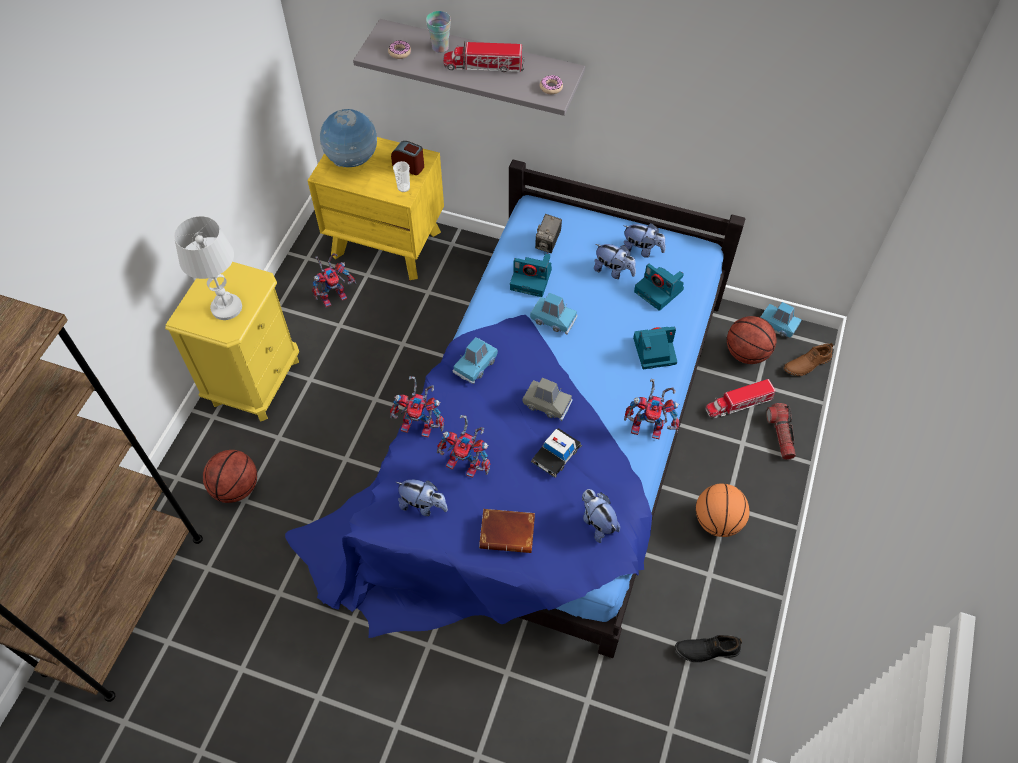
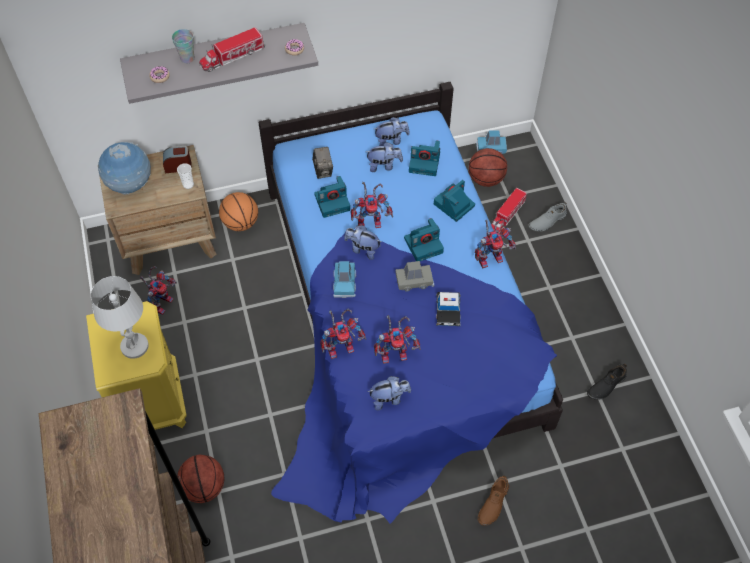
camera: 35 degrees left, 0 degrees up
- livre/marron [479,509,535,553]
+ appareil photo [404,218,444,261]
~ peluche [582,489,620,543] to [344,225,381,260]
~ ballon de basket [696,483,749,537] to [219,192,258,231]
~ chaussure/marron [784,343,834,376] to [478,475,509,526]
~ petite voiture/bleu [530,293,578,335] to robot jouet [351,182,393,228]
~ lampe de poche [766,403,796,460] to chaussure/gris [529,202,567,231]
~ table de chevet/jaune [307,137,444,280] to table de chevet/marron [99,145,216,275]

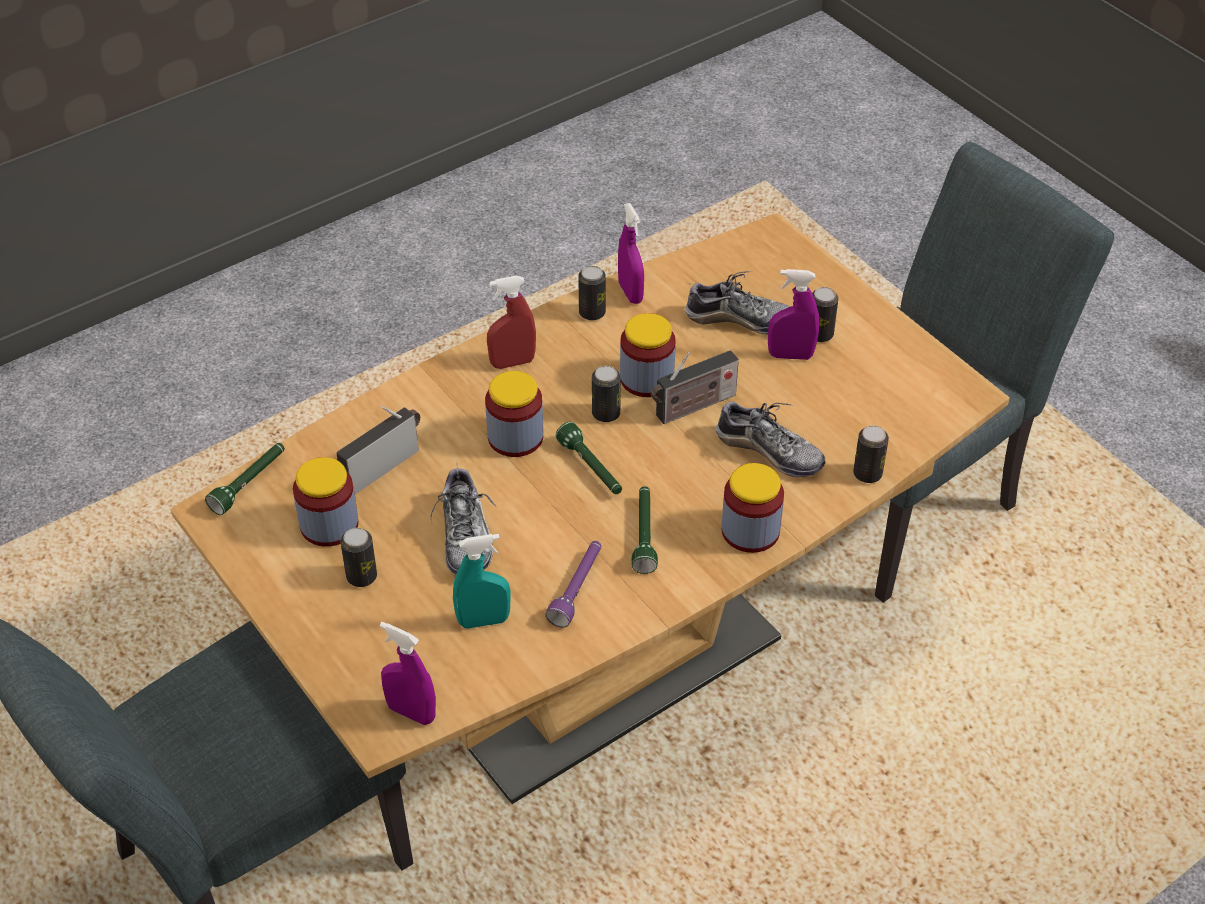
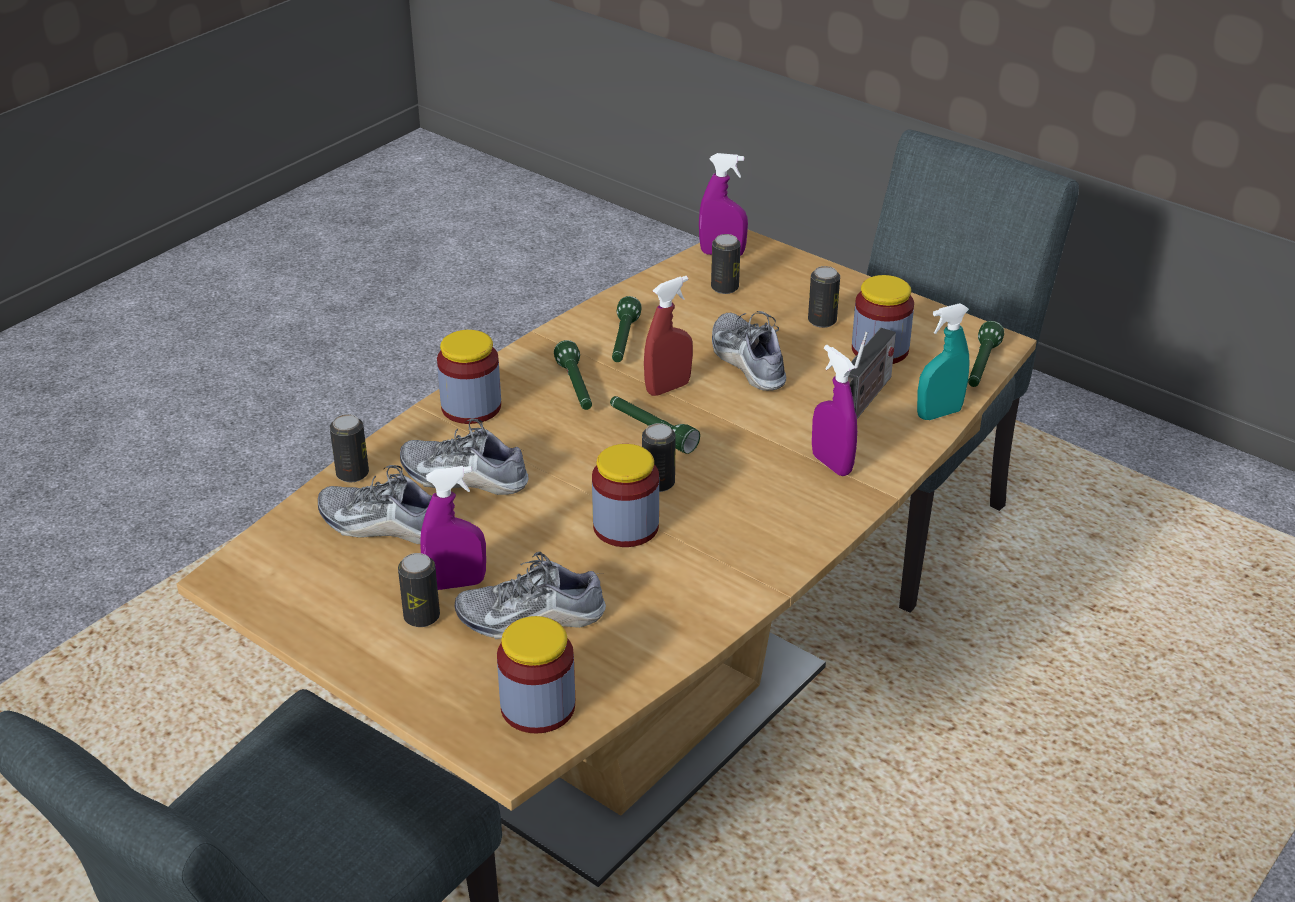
camera: 165 degrees right, 10 degrees down
- radio [651,350,739,424]
+ chaussure [318,465,432,544]
~ vaporisateur/turquoise [453,534,511,629] to [917,303,970,420]
~ bocal [485,371,543,457] to [497,616,575,734]
~ vaporisateur/rouge [487,276,536,369] to [644,276,693,396]
~ boîte métallique [578,266,606,321] to [711,234,741,294]
~ vaporisateur/violet [618,203,644,304] to [812,345,857,476]
~ lampe de poche/violet [546,541,601,627] to lampe de poche/vert [612,296,642,362]

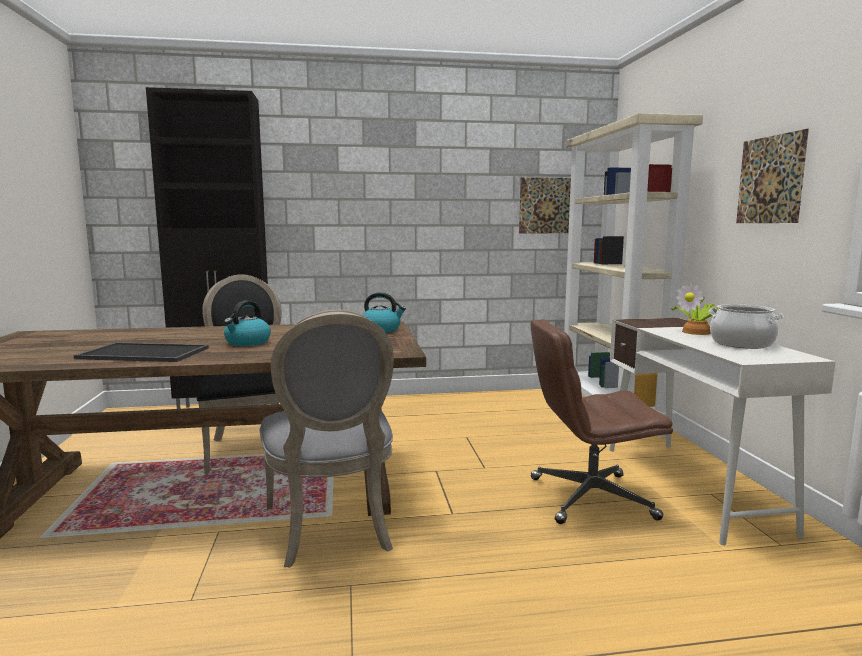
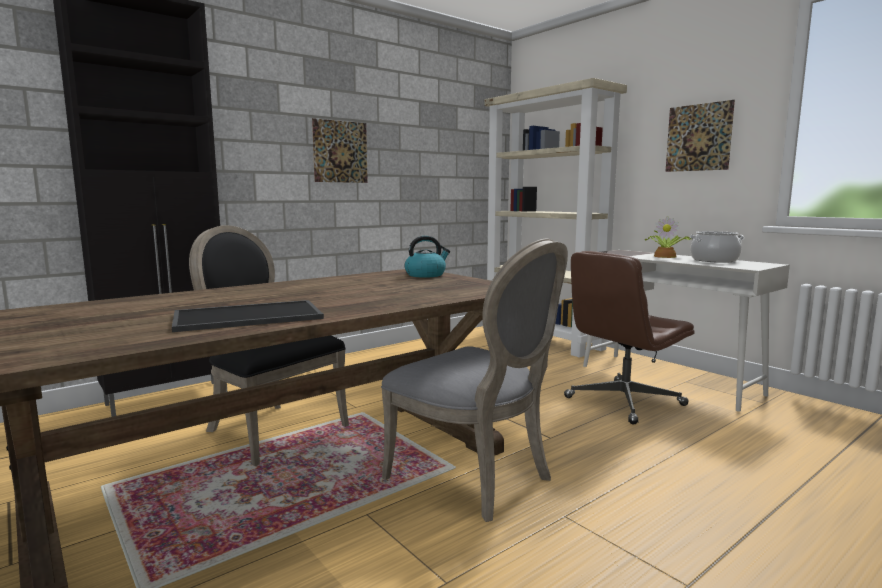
camera: 30 degrees left, 0 degrees up
- bouilloire [224,300,271,346]
~ tableau [519,178,571,233] to [312,118,368,183]

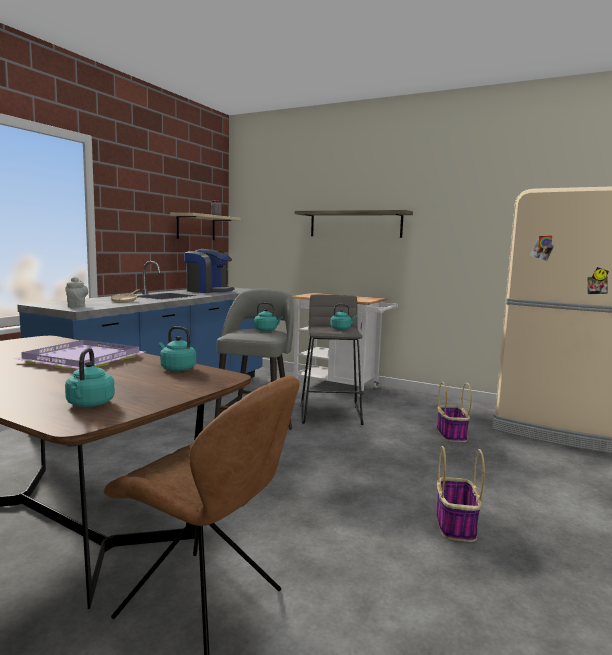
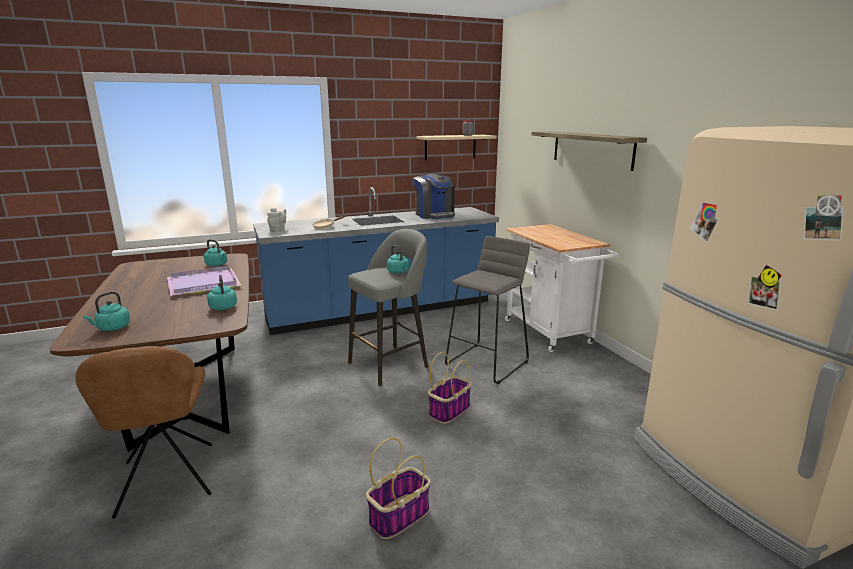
camera: 40 degrees right, 10 degrees up
~ bouilloire/turquoise [330,304,358,330] to [204,239,227,266]
~ panier [437,382,472,442] to [428,352,472,424]

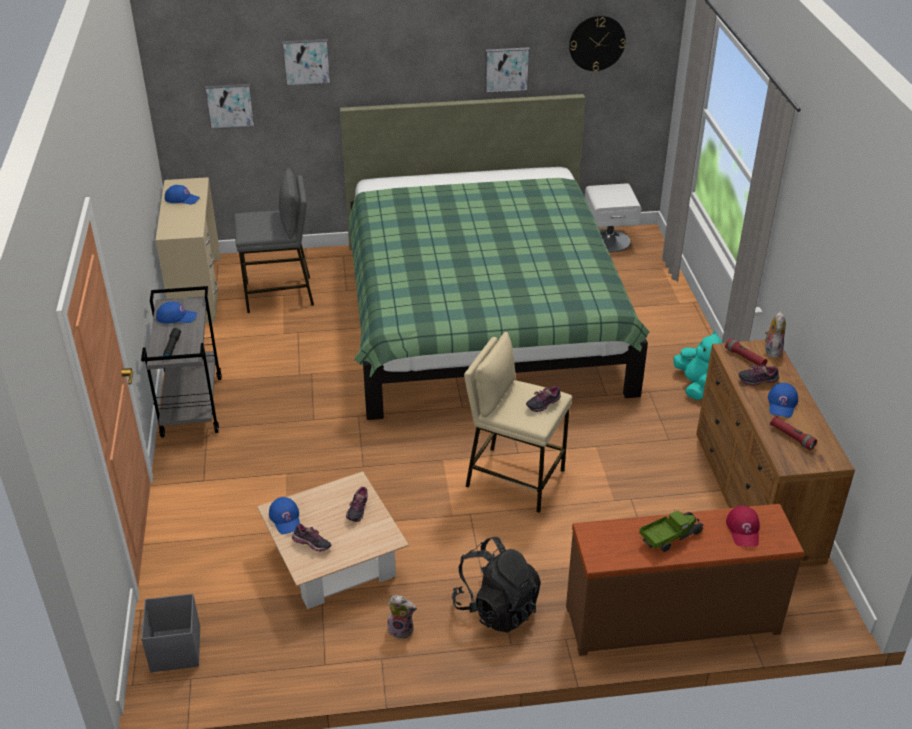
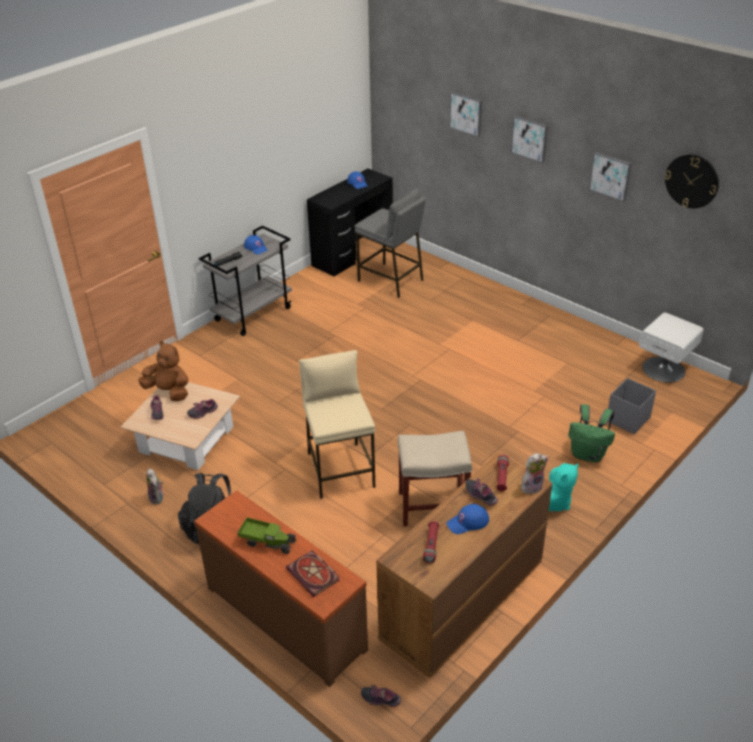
camera: 50 degrees right, 0 degrees up
- lit/vert [340,94,650,420]
+ tabouret/beige [398,431,472,526]
+ sac à dos/vert [568,404,615,462]
~ boîte de rangement/gris [141,594,200,672] to [608,378,656,434]
~ tableau [205,84,255,129] to [511,116,548,163]
~ chaussure [526,386,561,412] to [361,685,401,707]
~ casquette/bleu [269,497,300,534] to peluche/marron [138,341,188,401]
~ casquette/rouge [726,506,760,547] to livre [286,550,340,597]
~ bureau/beige [156,177,221,323] to bureau/noir [307,169,393,277]

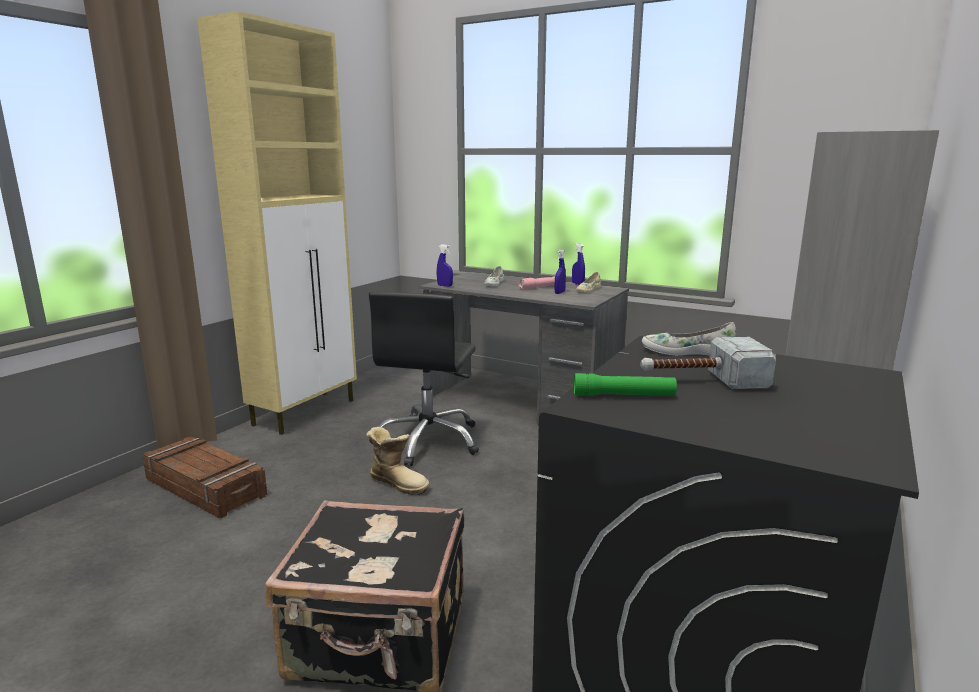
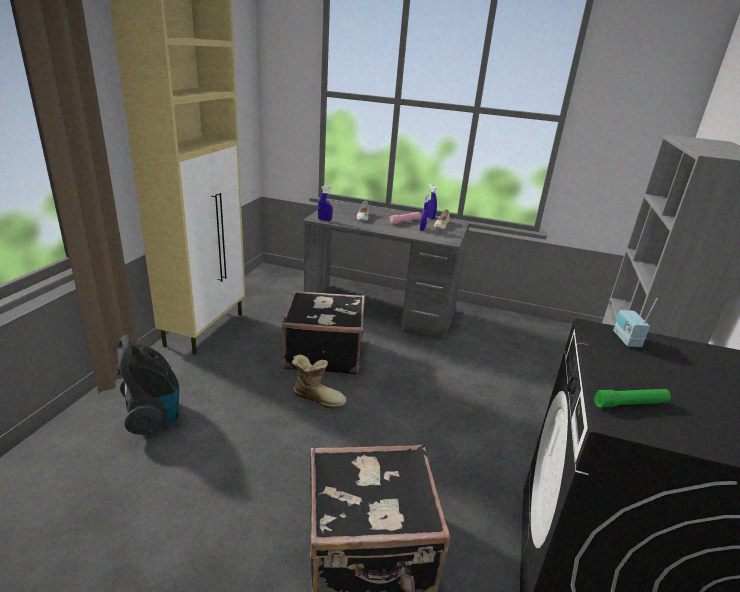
camera: 15 degrees left, 10 degrees up
- marteau [640,337,776,389]
~ caisse [142,437,267,518] to aspirateur [116,335,179,435]
~ chaise de bureau/noir [369,292,479,466] to valise/noir [282,291,365,374]
~ chaussure/blanc [642,322,736,355] to radio [613,298,658,347]

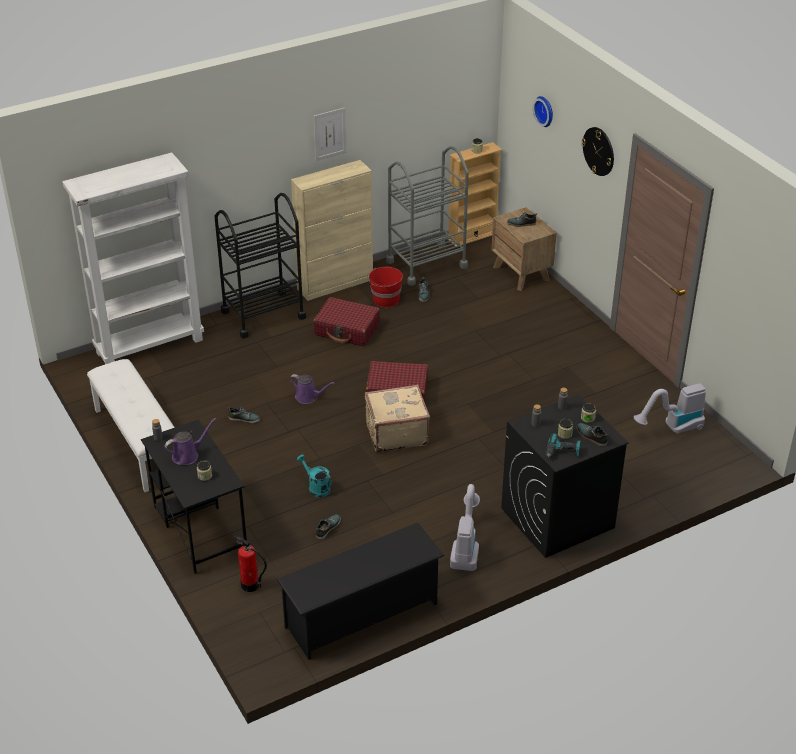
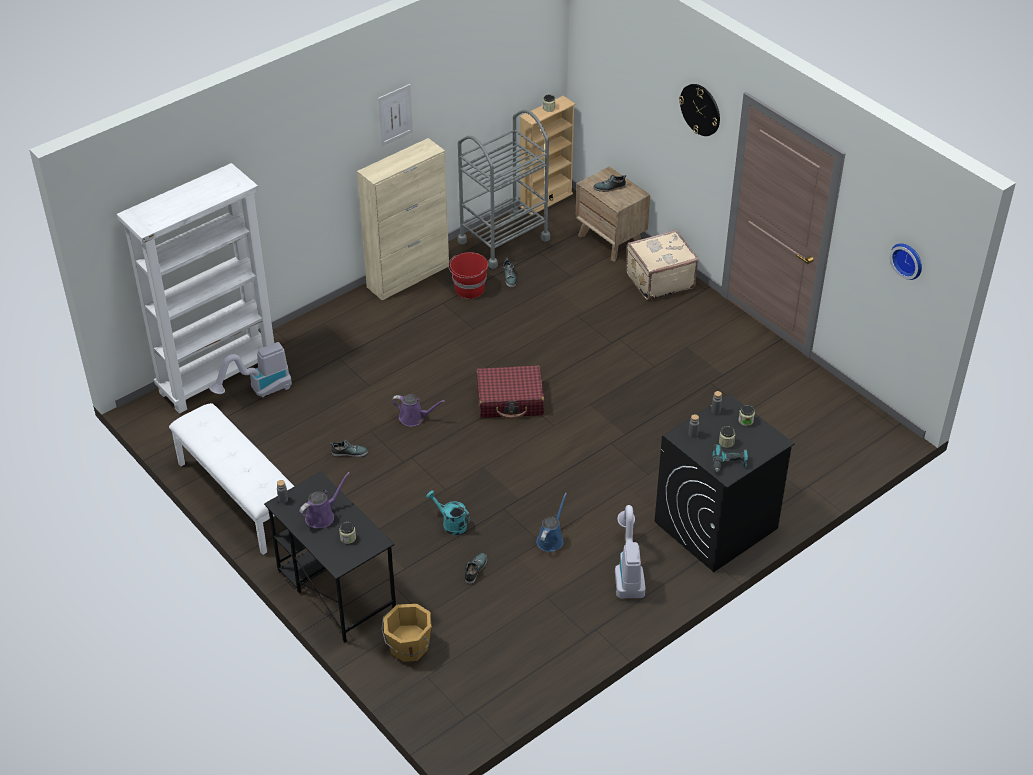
camera: 10 degrees left, 5 degrees up
- chariot/noir [214,193,306,338]
- étagère à chaussures/noir [277,523,445,660]
- valise/rouge [313,297,380,347]
- chaussure [577,423,608,447]
+ arrosoir/bleu [536,493,567,552]
~ valise/beige [365,384,430,453] to [626,230,699,301]
~ horloge murale [533,96,553,127] to [890,243,922,280]
~ aspirateur [634,383,706,434] to [209,342,292,397]
~ extincteur [233,535,267,592] to seau/orange [381,604,432,662]

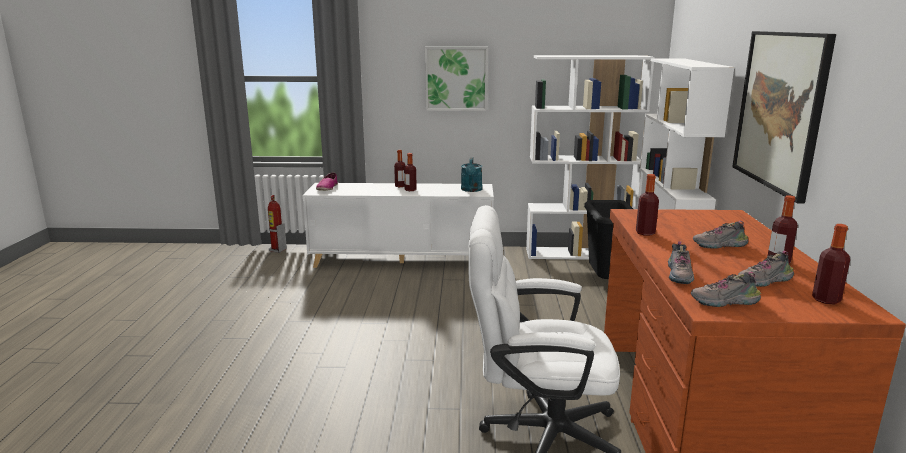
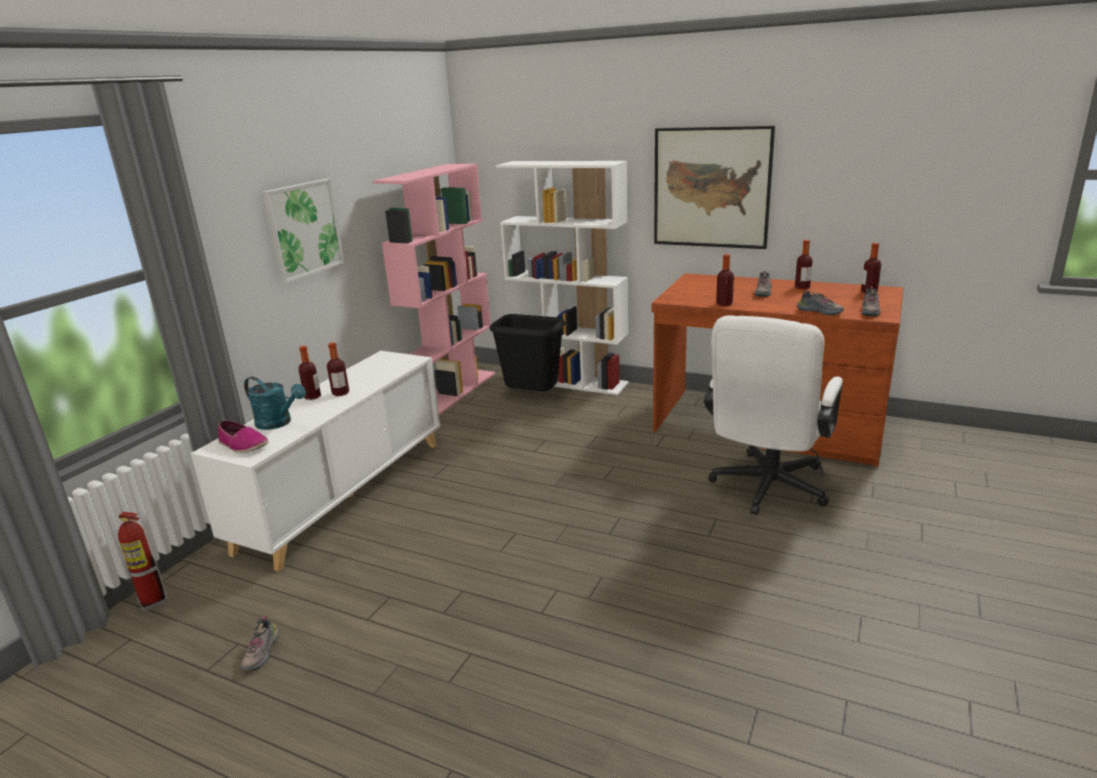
camera: 65 degrees left, 5 degrees up
~ arrosoir/turquoise [461,157,482,192] to [244,377,306,430]
~ chaussure [738,251,794,287] to [241,616,279,670]
~ bibliothèque/blanc [526,55,655,260] to bibliothèque/rose [373,164,495,415]

